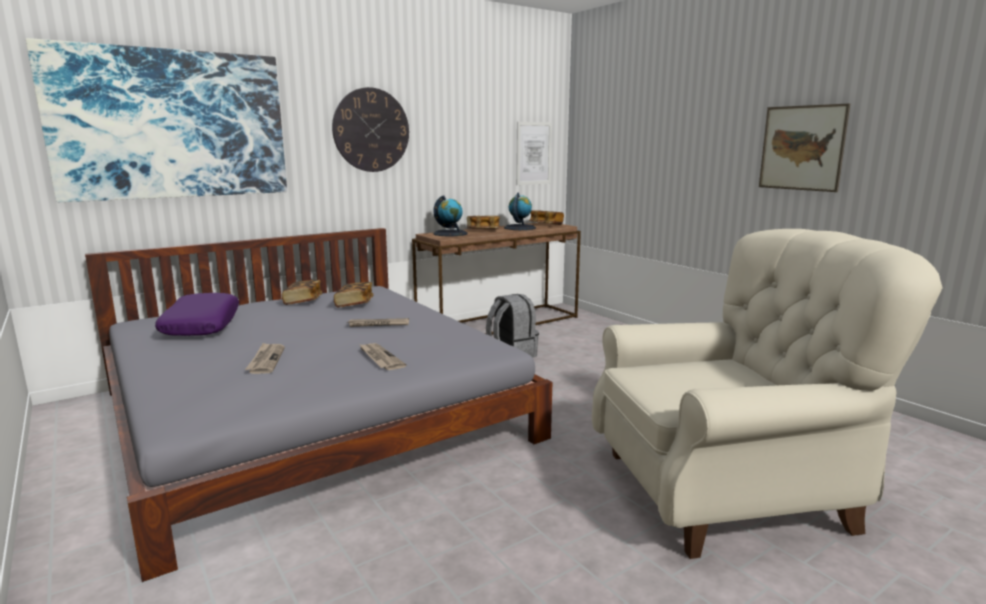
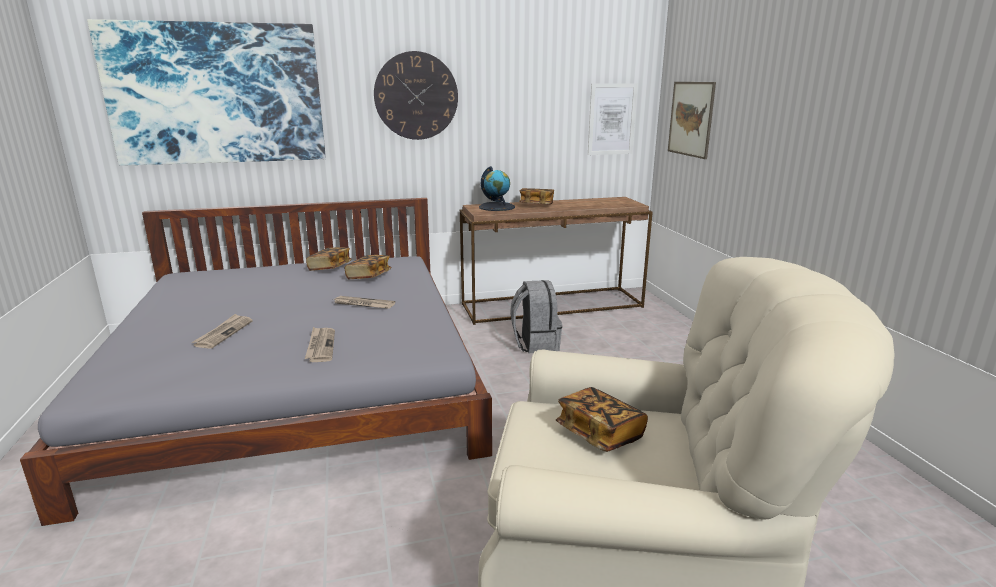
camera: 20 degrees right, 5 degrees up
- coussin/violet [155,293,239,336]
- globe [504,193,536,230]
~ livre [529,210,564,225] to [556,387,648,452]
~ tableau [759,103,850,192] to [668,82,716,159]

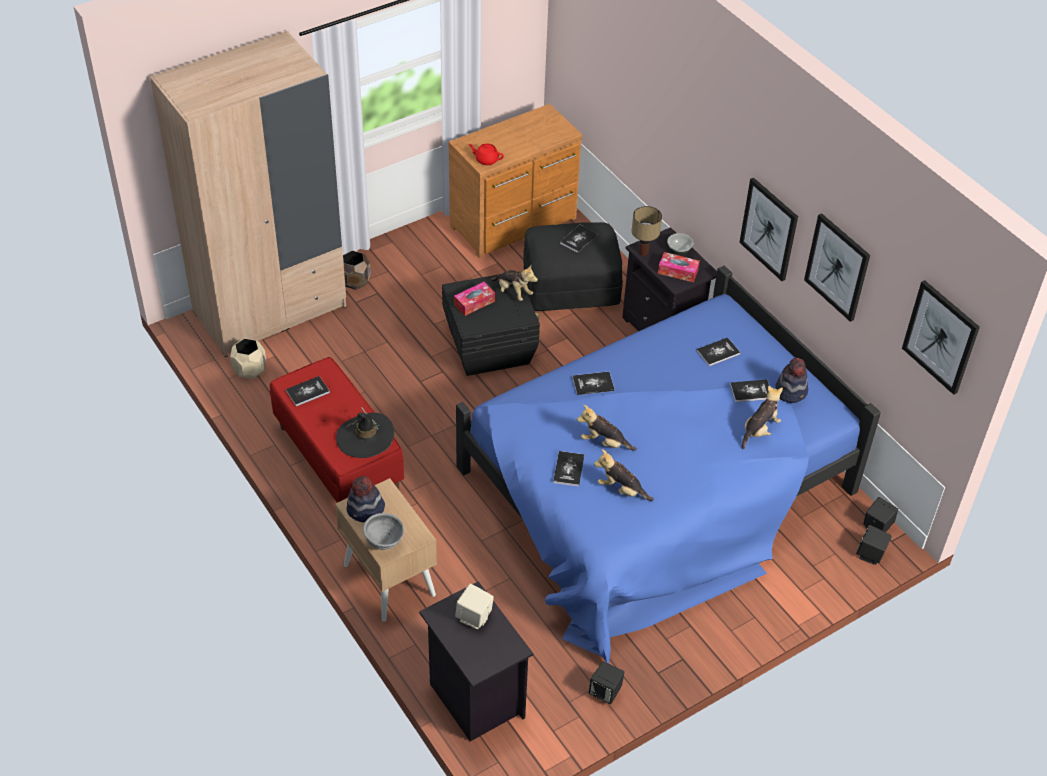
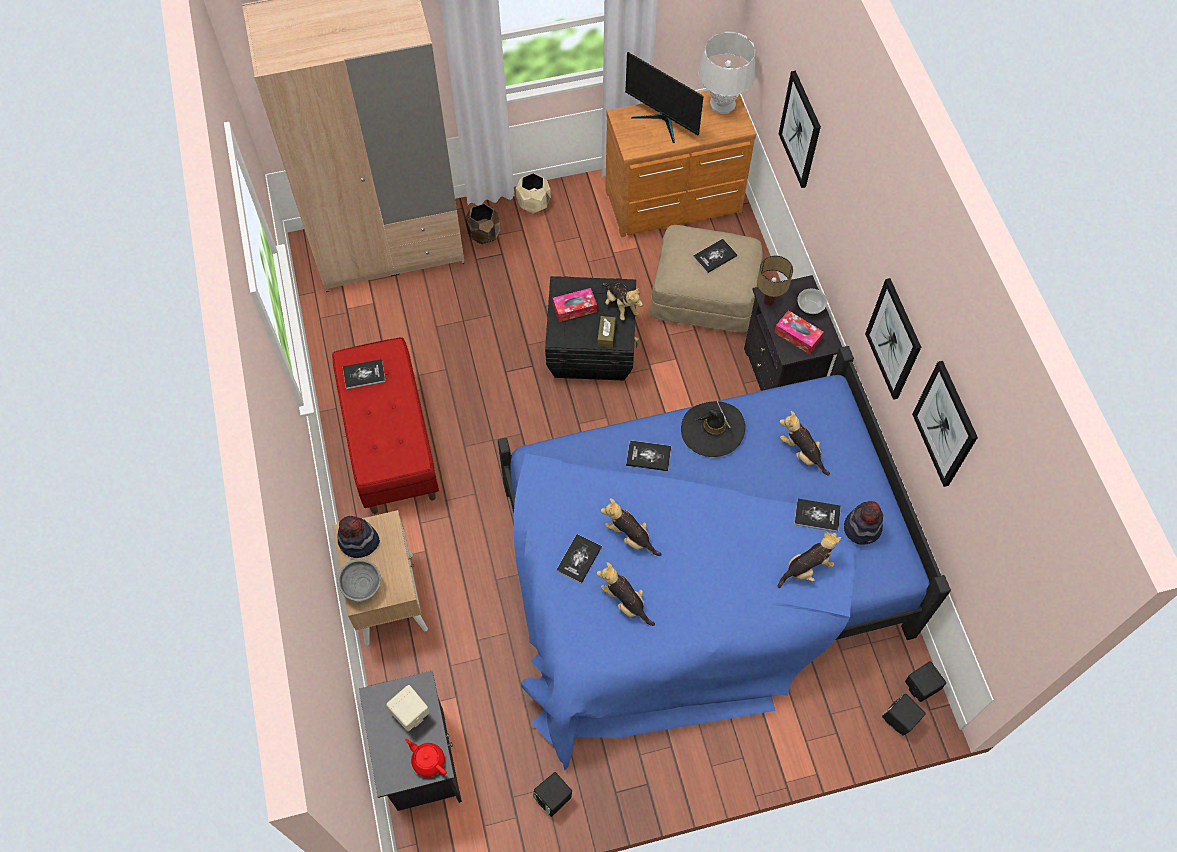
camera: 20 degrees right, 15 degrees up
+ boîte à mouchoirs/marron [598,316,616,347]
+ écran d'ordinateur [625,52,704,144]
+ lampe de table/gris [698,31,756,114]
~ cache-pot/beige [230,338,266,379] to [516,173,551,214]
~ chapeau/noir [336,407,394,458] to [681,399,745,457]
~ théière/rouge [468,144,504,165] to [405,739,447,777]
~ tableau [902,280,980,395] to [779,71,821,188]
~ livre [696,338,741,366] to peluche [779,411,830,476]
~ pouf/noir [524,222,623,311] to pouf/beige [650,225,763,332]

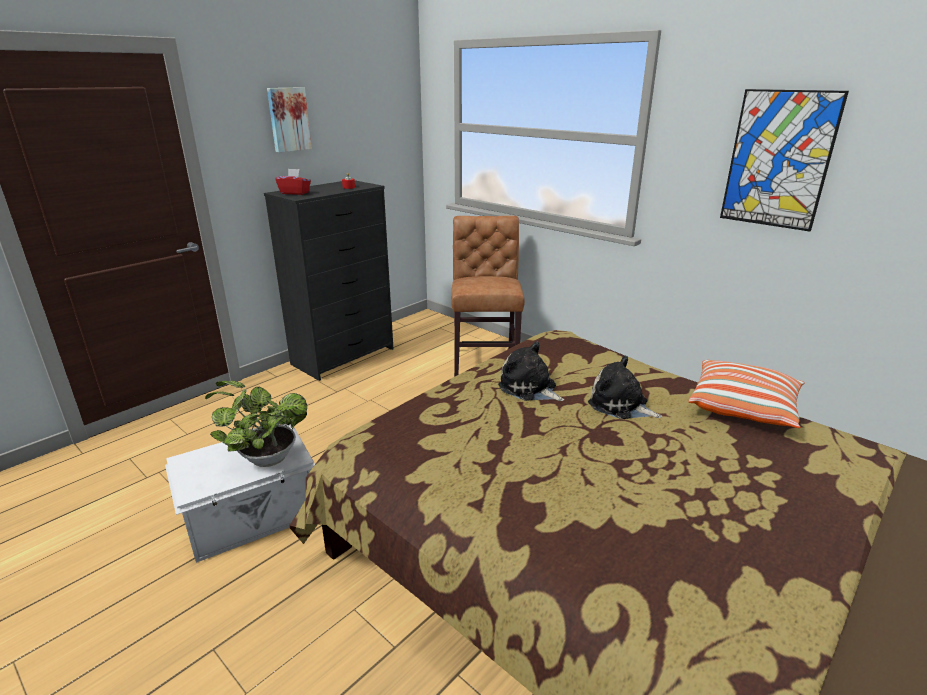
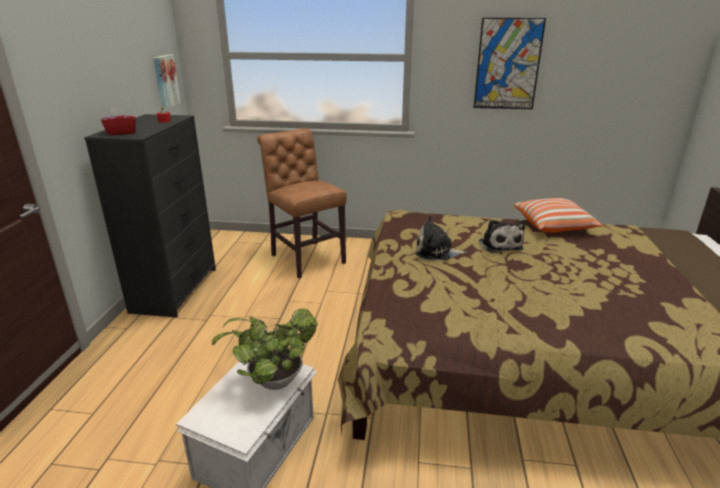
camera: 35 degrees left, 0 degrees up
~ tableau [267,87,312,152] to [153,54,181,109]
~ peluche [588,356,662,419] = [479,220,525,253] 105 degrees counterclockwise

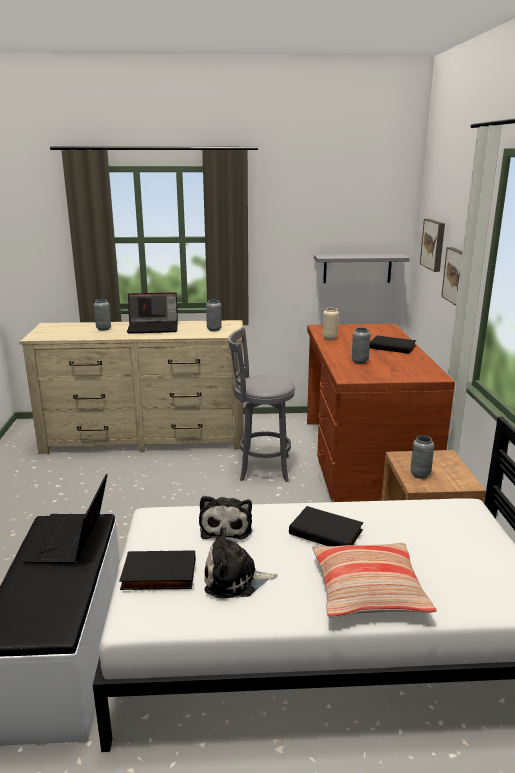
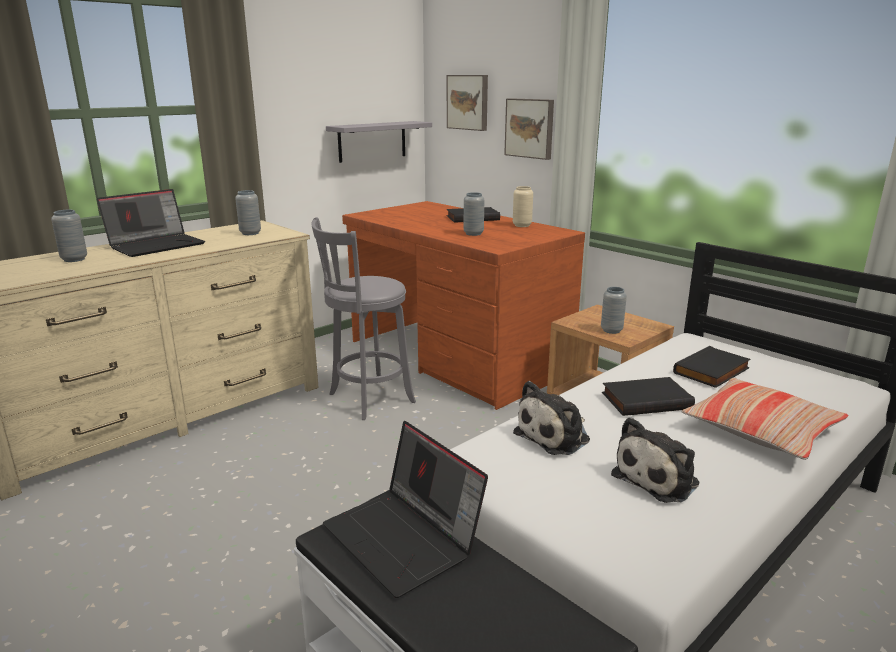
camera: 40 degrees left, 0 degrees up
~ livre/noir [119,551,195,590] to [673,346,751,388]
~ vase/beige [322,308,339,340] to [513,186,533,227]
~ peluche [199,496,252,539] = [513,381,590,455] 90 degrees clockwise

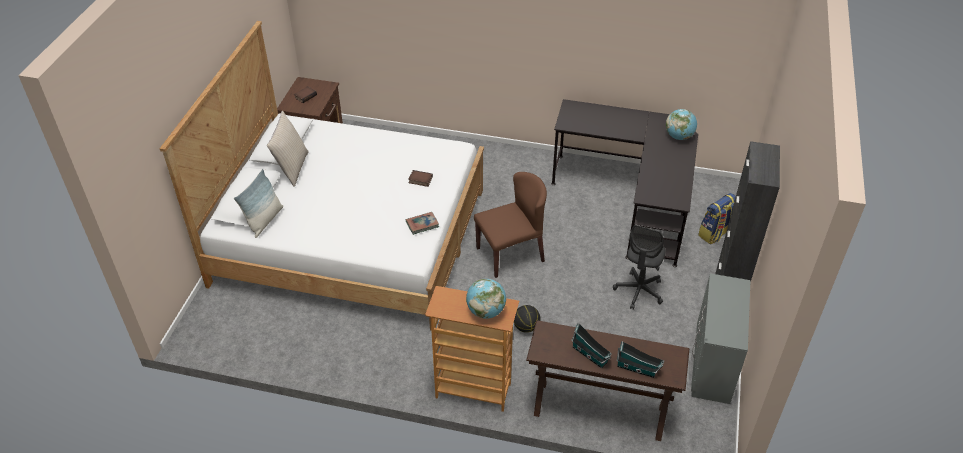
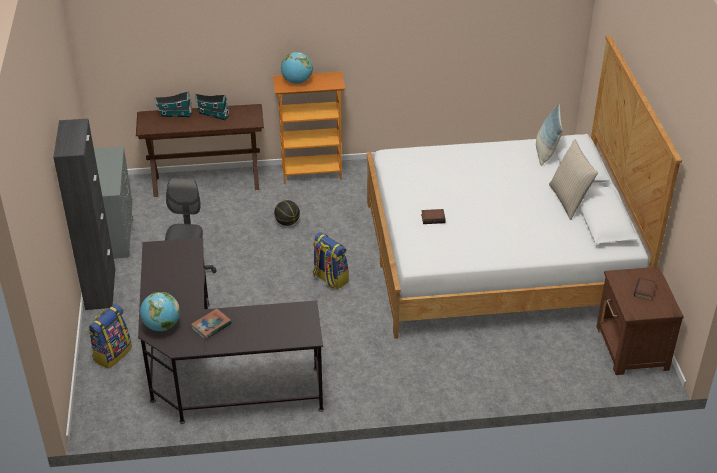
camera: 160 degrees right, 5 degrees down
~ livre [406,212,439,235] to [191,308,232,340]
~ chaise/marron [474,172,547,278] to sac à dos [313,232,349,290]

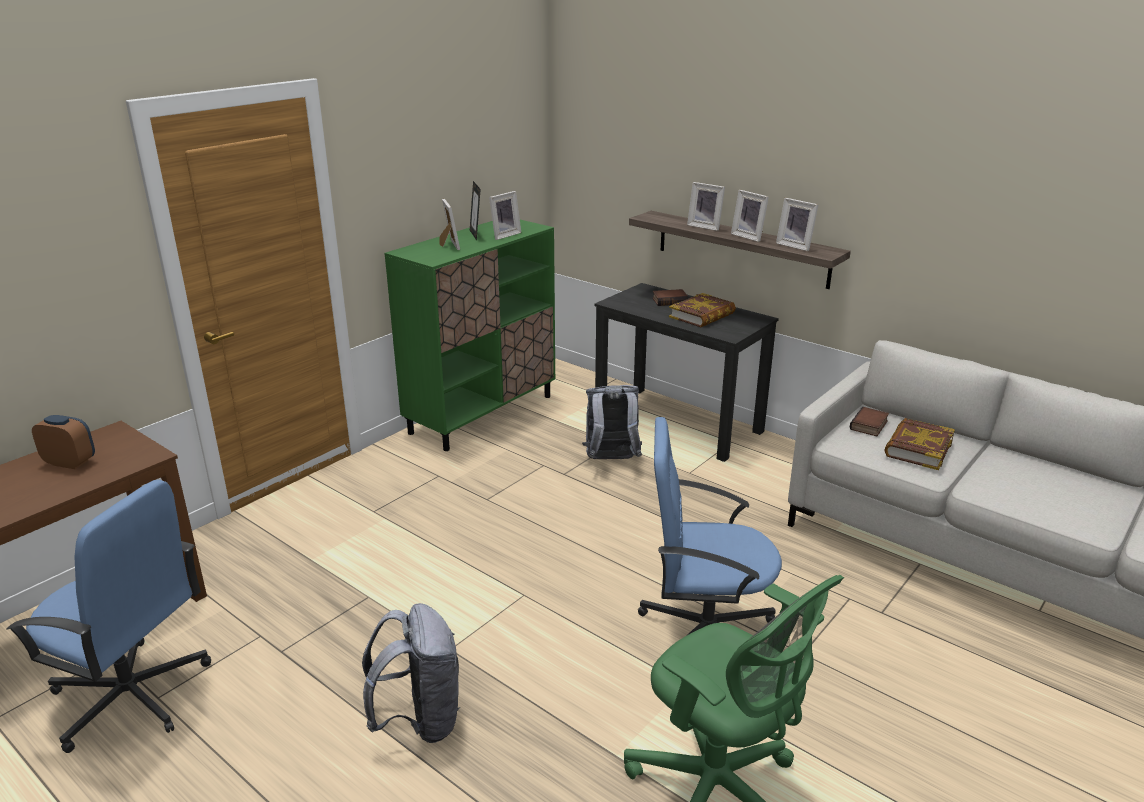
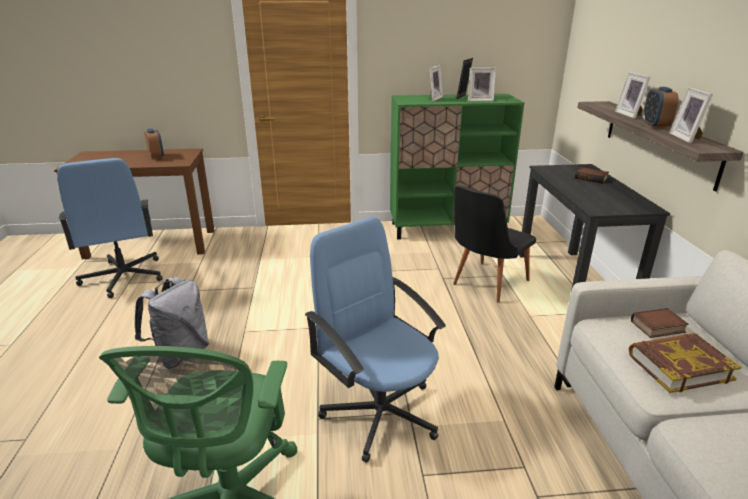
camera: 45 degrees right, 0 degrees up
- livre [669,293,736,327]
~ sac à dos/gris [582,385,642,459] to chaise/noir [453,185,536,303]
~ cadre photo [731,190,769,242] to réveil [643,87,679,129]

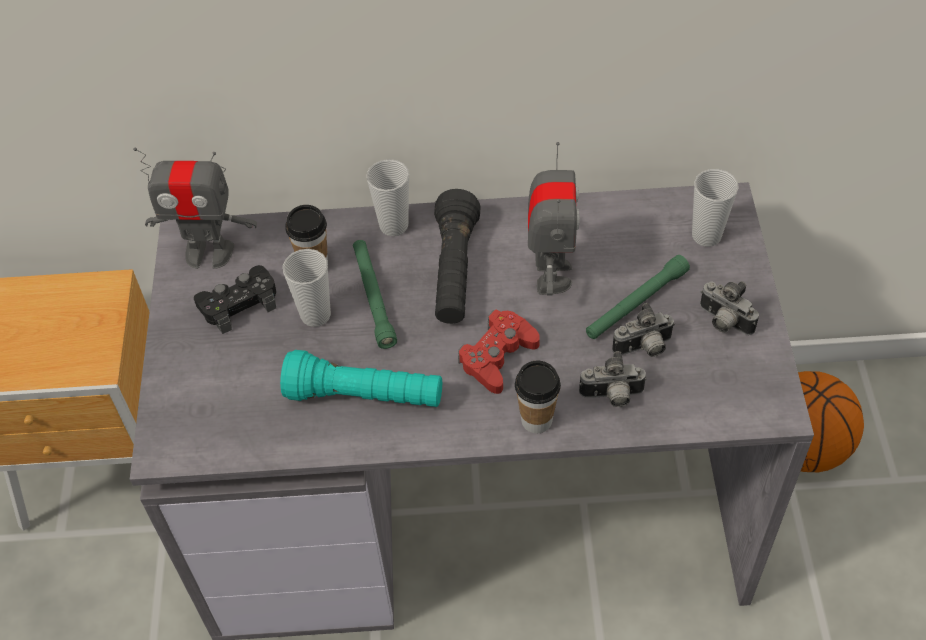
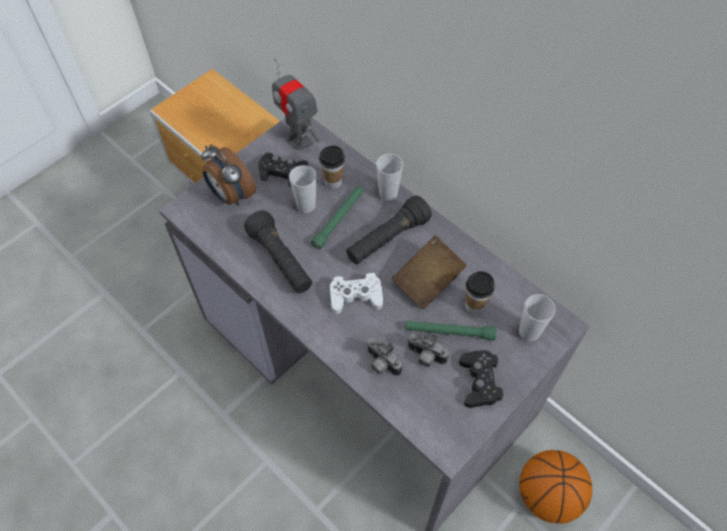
camera: 45 degrees right, 5 degrees up
+ réveil [201,144,256,206]
~ tasse [515,360,561,433] to [465,271,495,314]
~ robot jouet [528,142,580,295] to livre/marron [392,236,467,309]
~ appareil photo [700,281,759,335] to manette/noir [459,350,504,408]
~ lampe de poche/turquoise [280,350,442,407] to lampe de poche/noir [244,210,312,293]
~ manette/rouge [458,310,540,394] to manette/blanc [330,272,383,314]

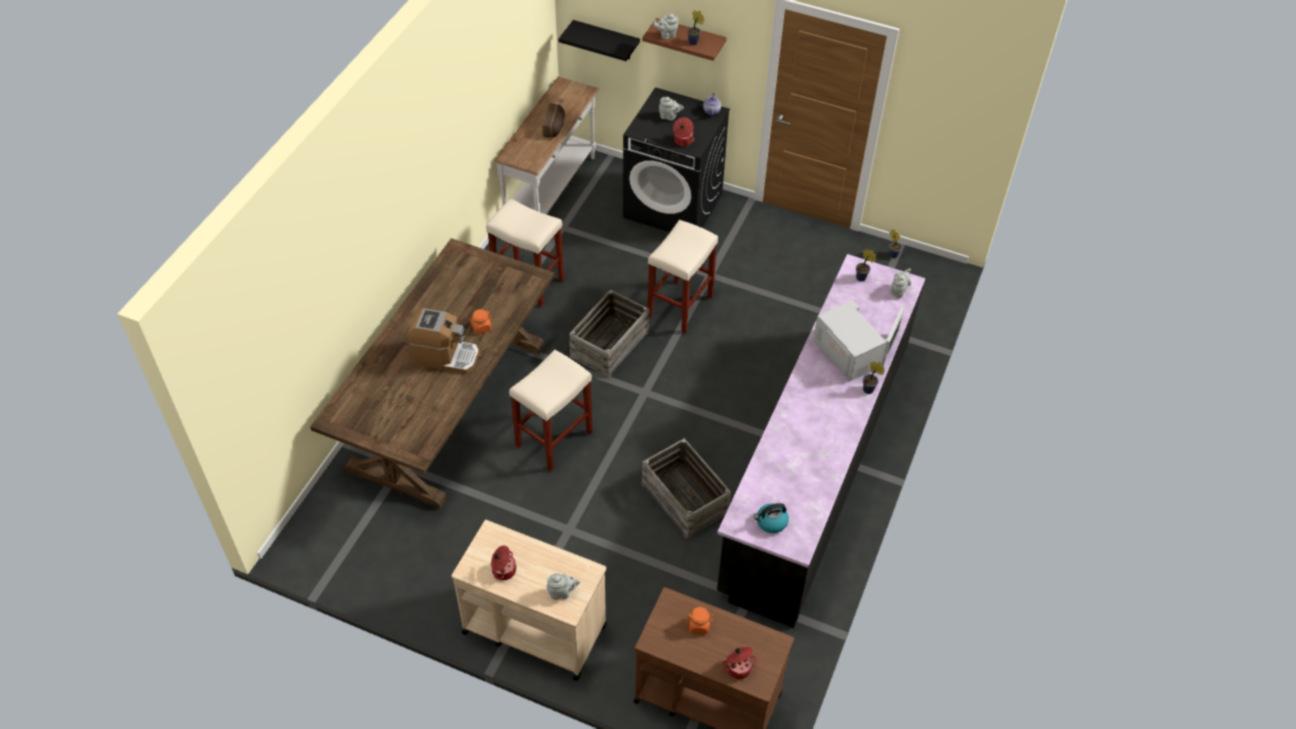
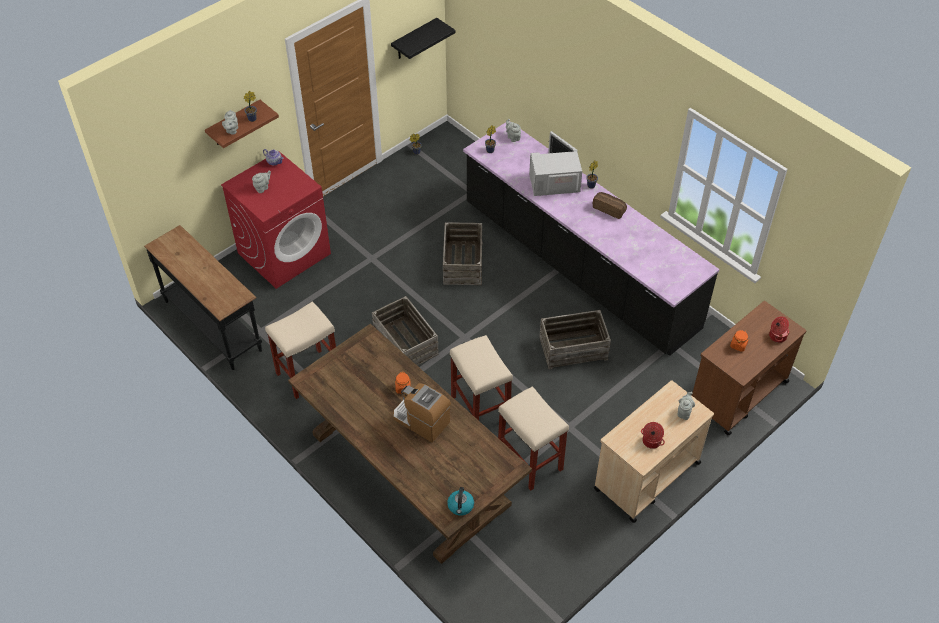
camera: 65 degrees left, 0 degrees up
- marmite [673,117,694,146]
+ caisse [443,222,483,285]
~ pain [542,103,565,137] to [593,192,627,219]
~ étagère/noir [559,20,640,61] to [391,18,456,59]
~ tabouret/beige [647,220,718,333] to [498,386,569,491]
~ bouilloire [754,503,789,533] to [447,487,474,516]
~ table console/blanc [494,76,599,215] to table console/noir [144,225,262,370]
~ lave-linge/noir [623,87,730,232] to lave-linge/rouge [221,152,331,289]
~ machine à café [407,308,479,374] = [394,383,451,443] 90 degrees counterclockwise

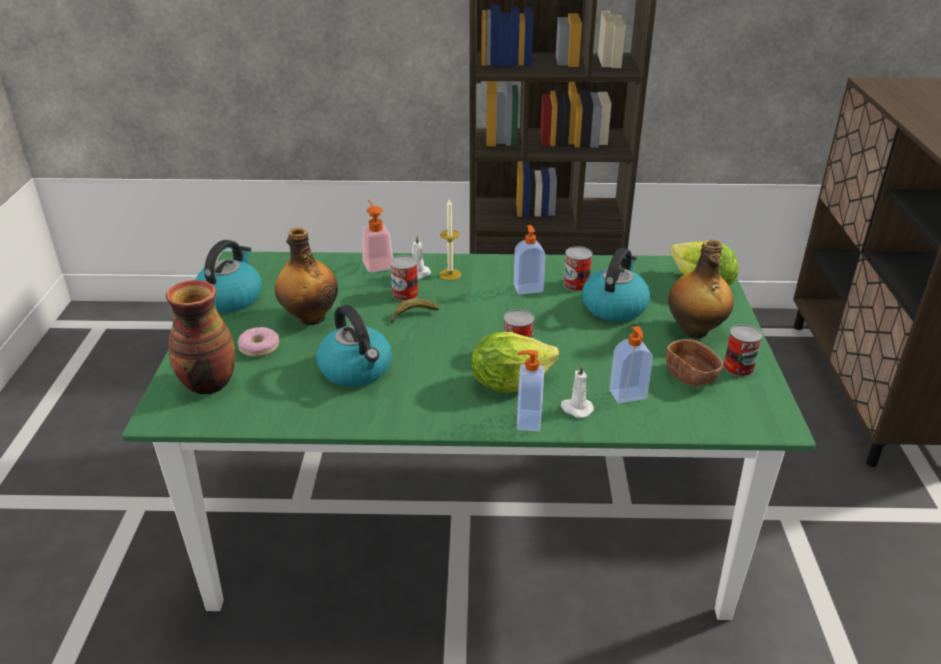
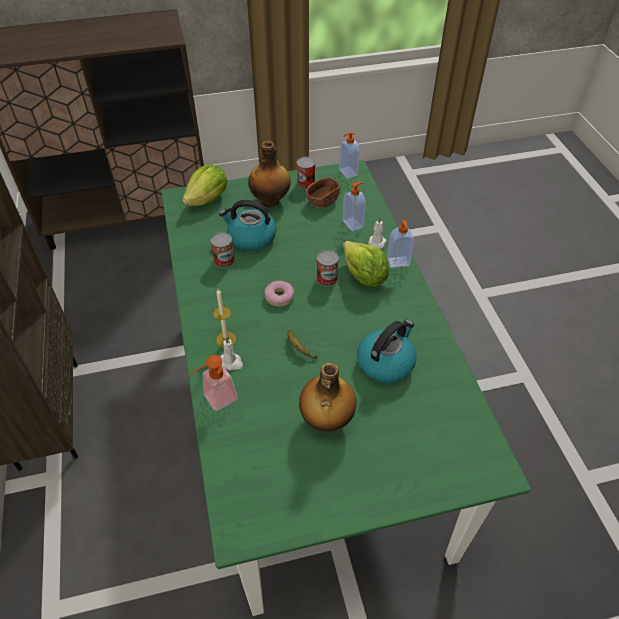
camera: 105 degrees left, 15 degrees up
- vase [166,280,235,395]
- bouilloire [195,240,262,312]
- boîte métallique [390,255,419,301]
~ beignet [238,327,279,357] to [265,280,294,307]
~ distributeur de savon [514,225,545,295] to [339,132,360,179]

